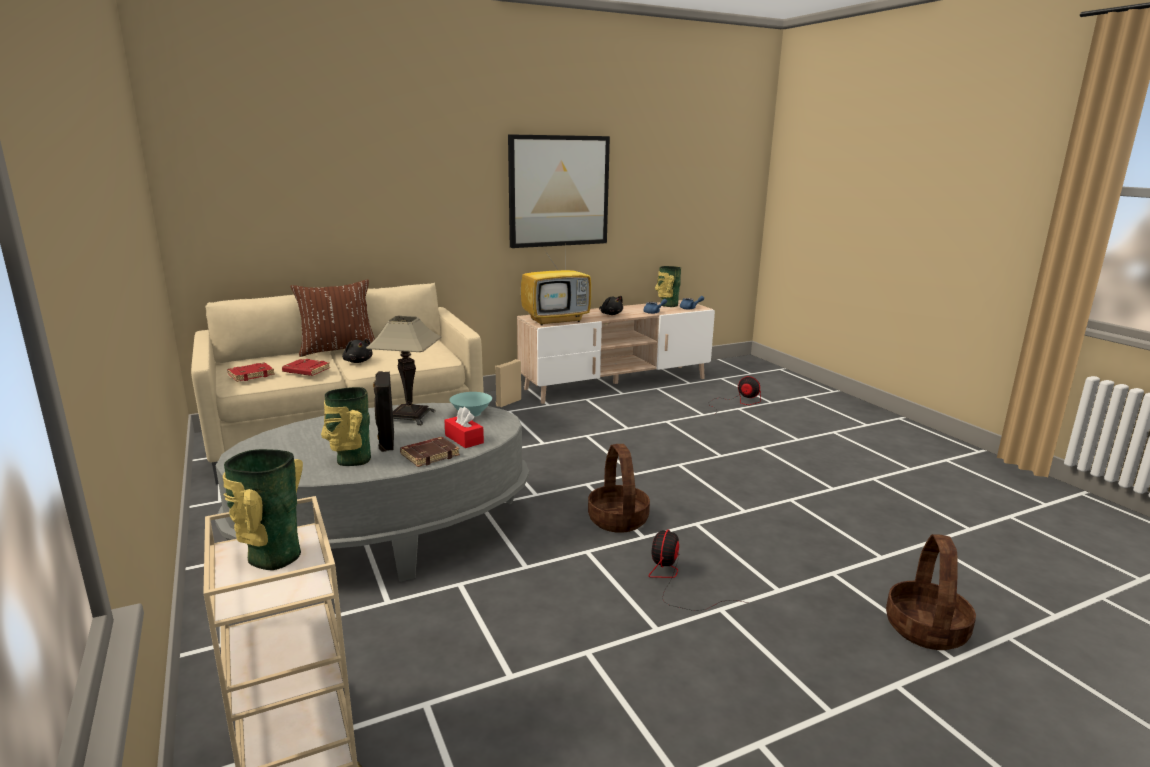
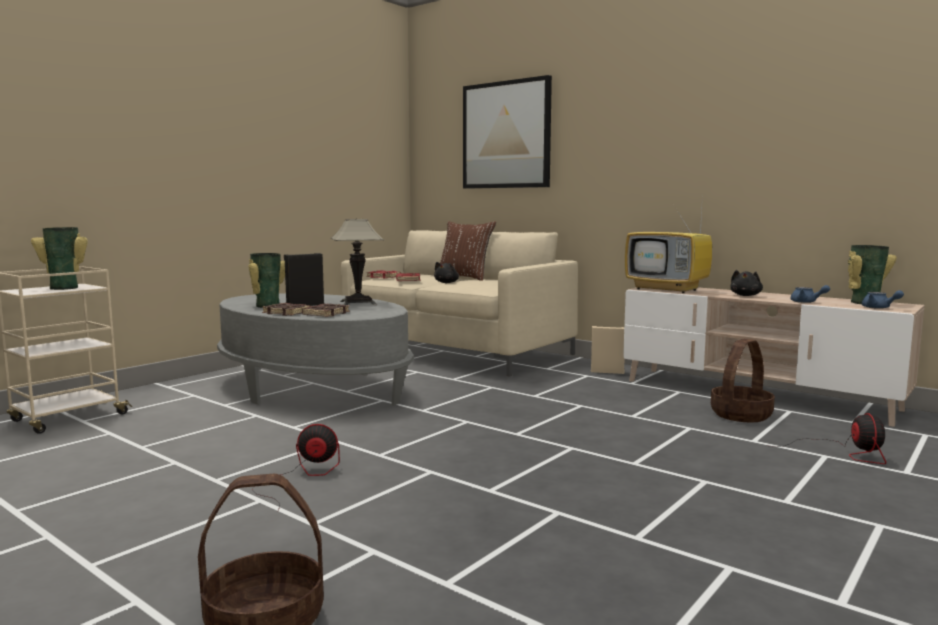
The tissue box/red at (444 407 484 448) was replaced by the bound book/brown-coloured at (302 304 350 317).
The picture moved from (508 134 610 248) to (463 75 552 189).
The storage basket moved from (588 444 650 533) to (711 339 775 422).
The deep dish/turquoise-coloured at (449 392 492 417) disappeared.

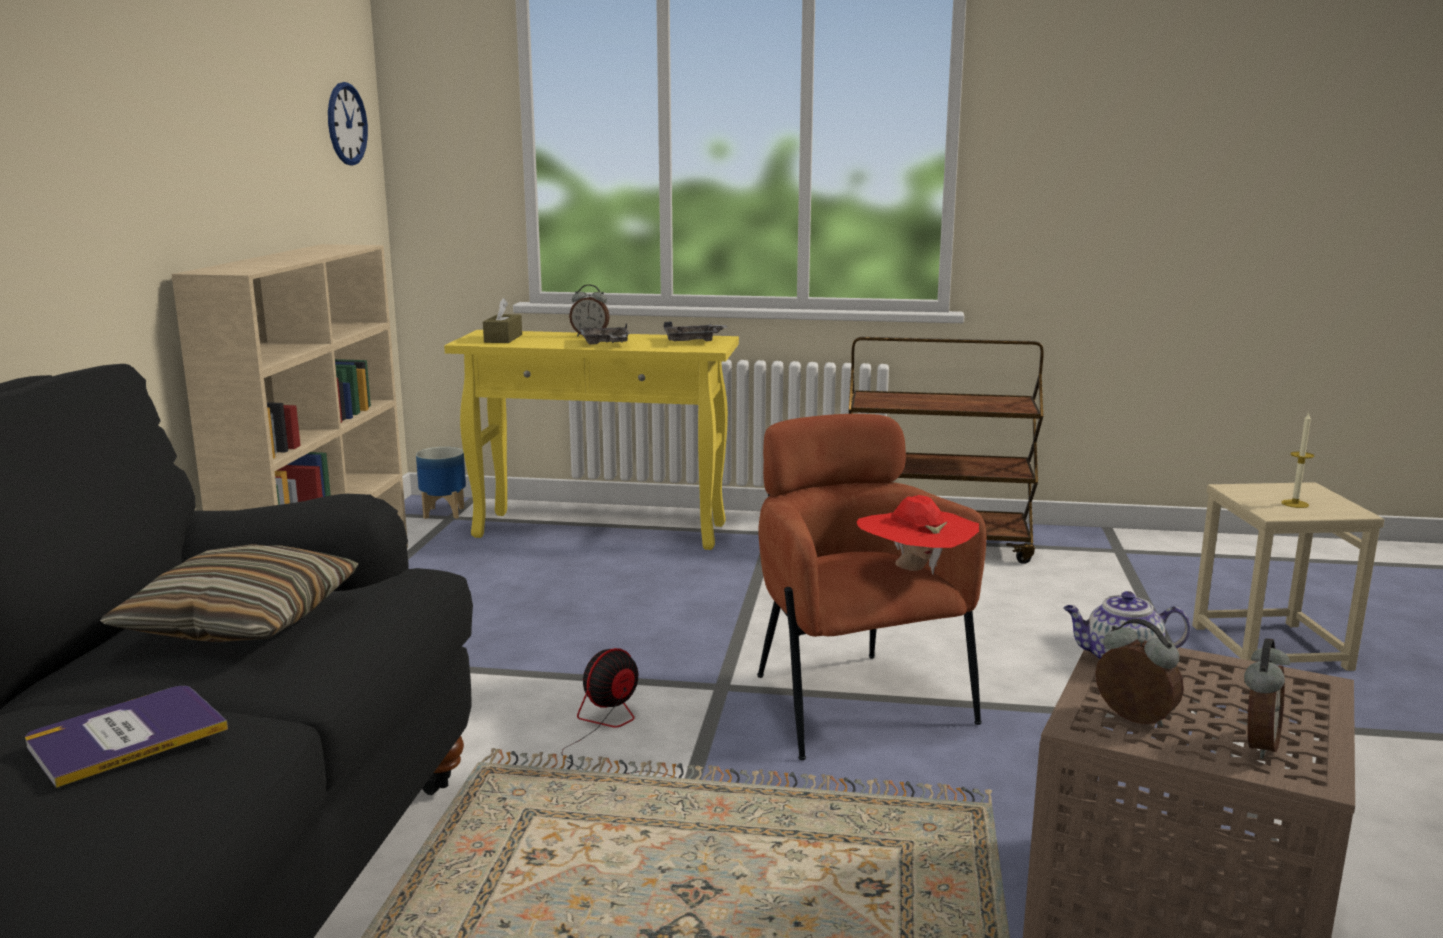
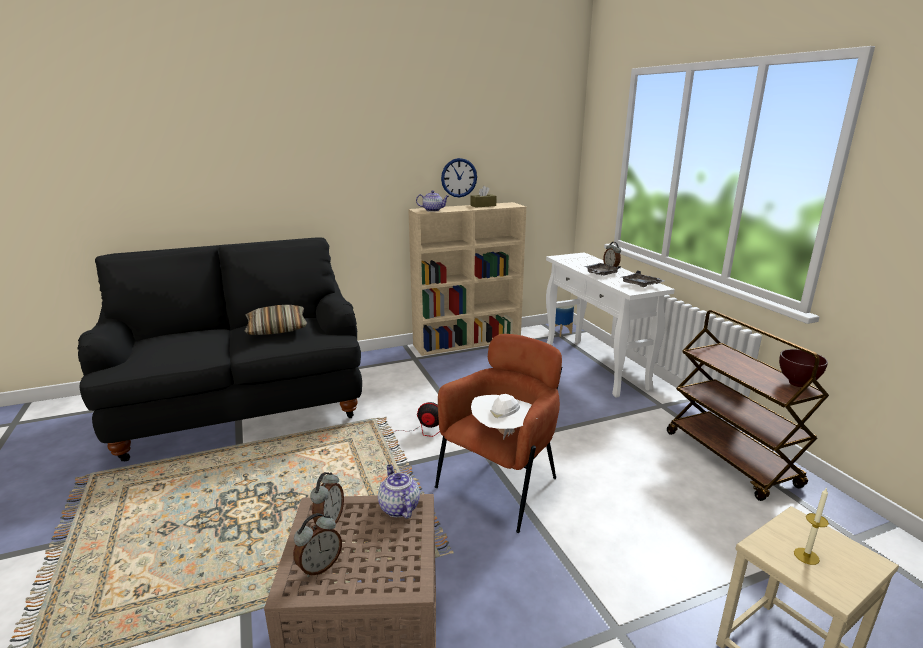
The table clock at (1244 638 1290 759) turned 45 degrees counterclockwise.
The teapot at (416 190 449 212) appeared.
The clock on the wall moved from (328 82 368 166) to (441 158 477 197).
The tissue box/brown-coloured moved from (483 298 522 343) to (470 186 497 208).
The clothing hat/red at (857 495 979 575) became the clothing hat/whitish at (471 394 532 440).
The console table/yellow at (444 330 739 550) became the console table/whitish at (546 253 675 398).
The deep dish/brown-coloured at (779 349 828 387) appeared.
The bound book at (25 686 228 788) disappeared.

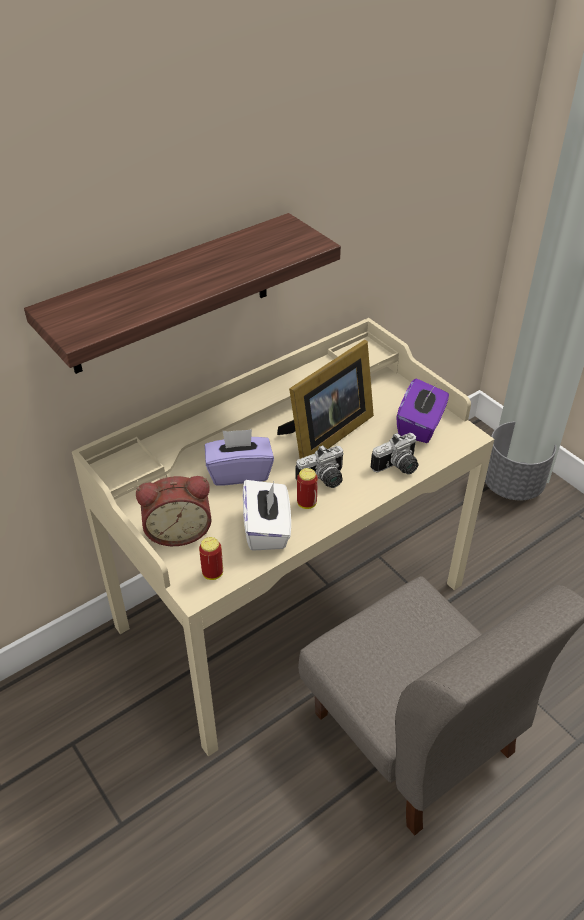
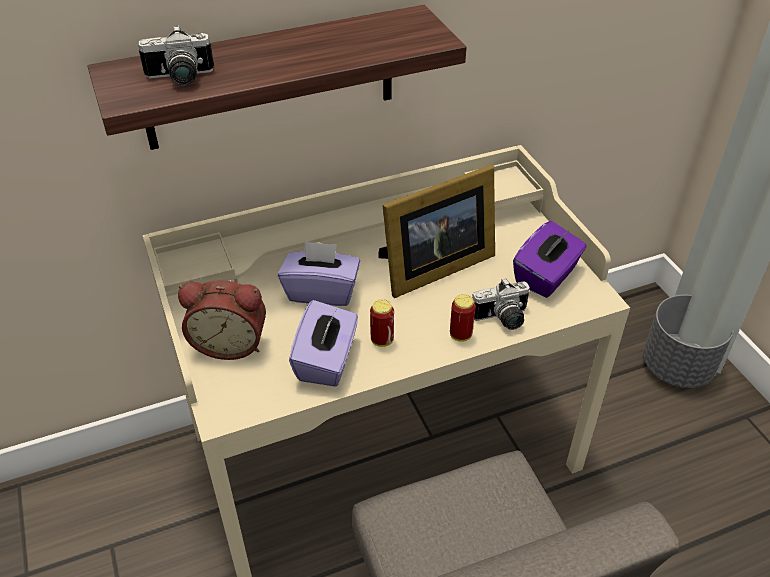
The photo camera moved from (295 445 344 488) to (138 25 214 85).
The tissue box/whitish at (243 480 291 551) became the tissue box/purple-coloured at (289 300 358 387).
The sealed can moved from (199 537 223 580) to (450 294 476 342).

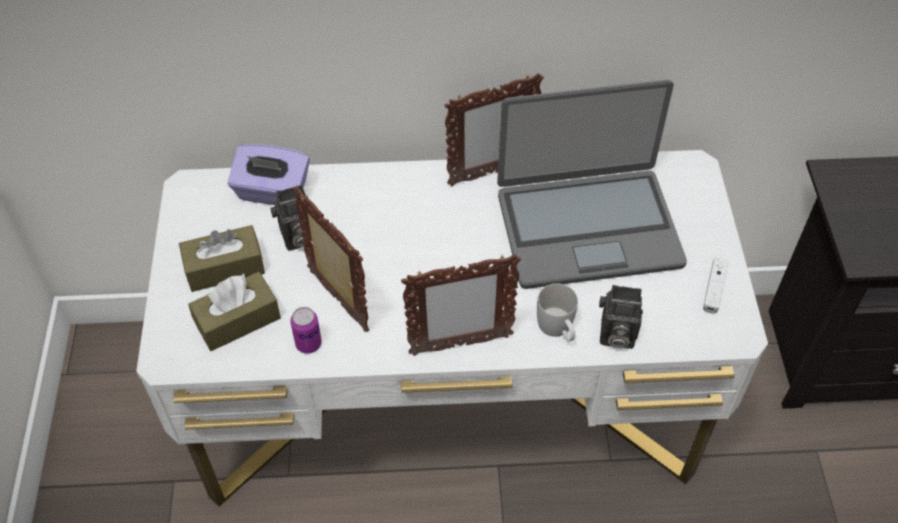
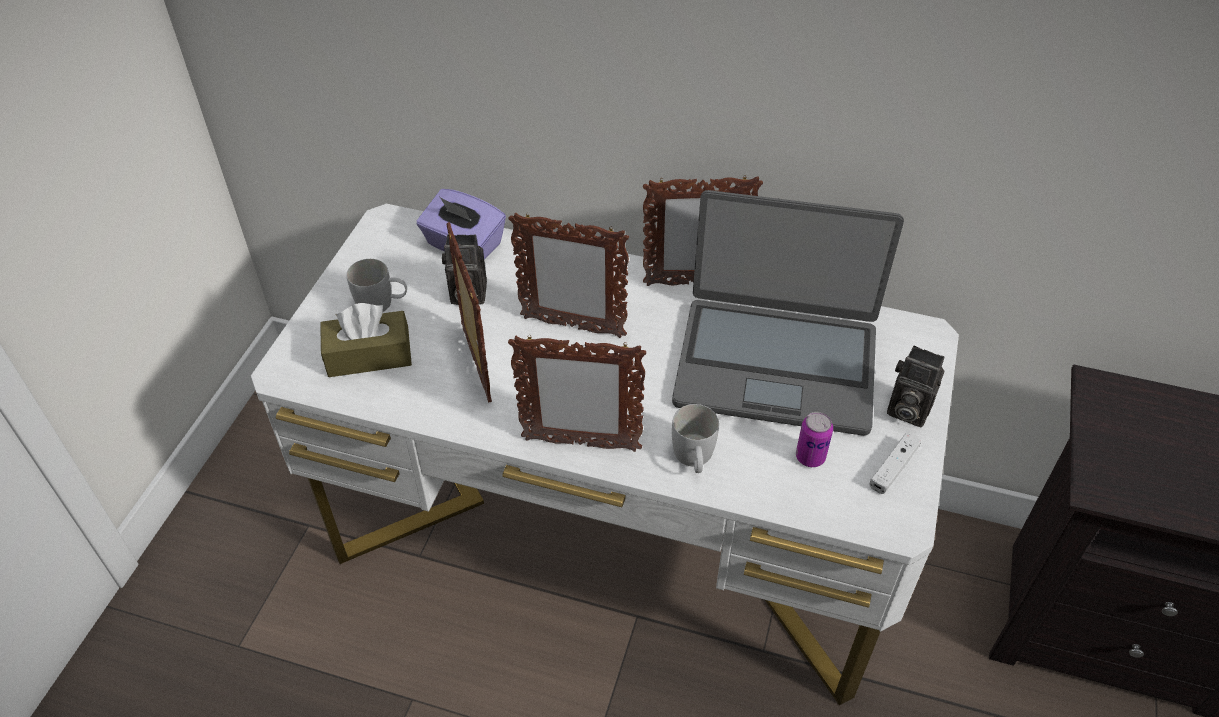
The tissue box/brown-coloured at (179 225 265 292) was replaced by the tea mug/whitish at (346 259 407 312).
The standing frame at (508 212 629 338) appeared.
The sealed can moved from (290 307 322 354) to (796 412 833 467).
The photo camera moved from (599 285 643 349) to (887 345 944 427).

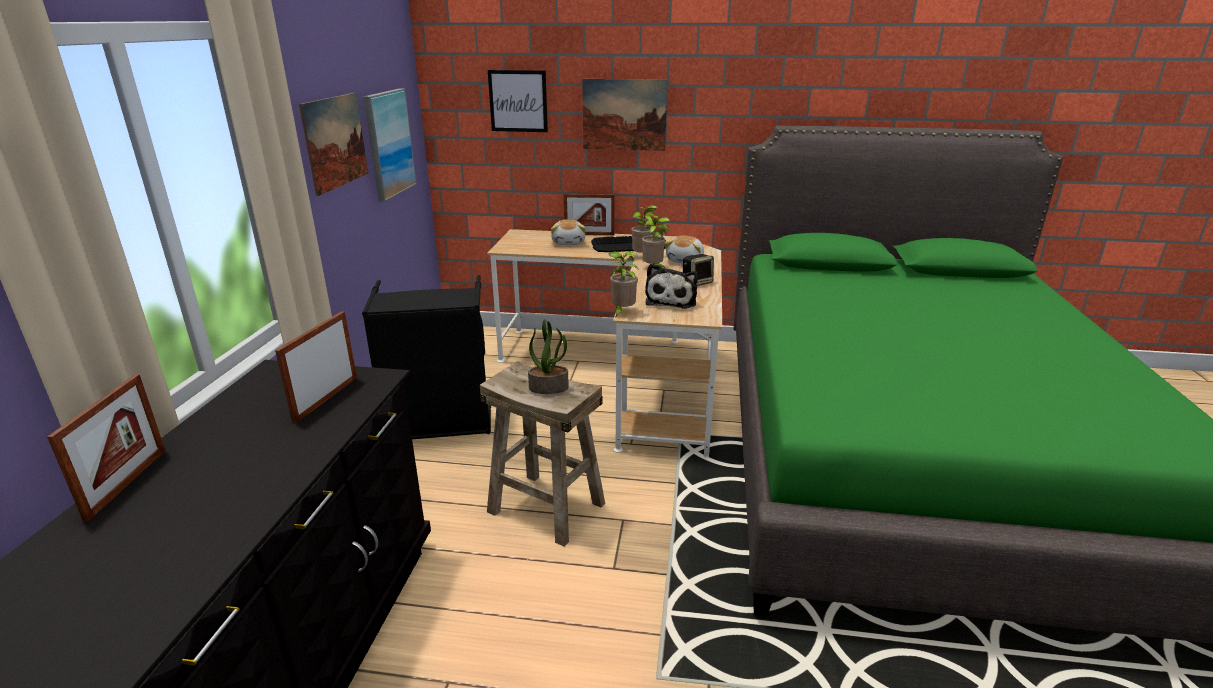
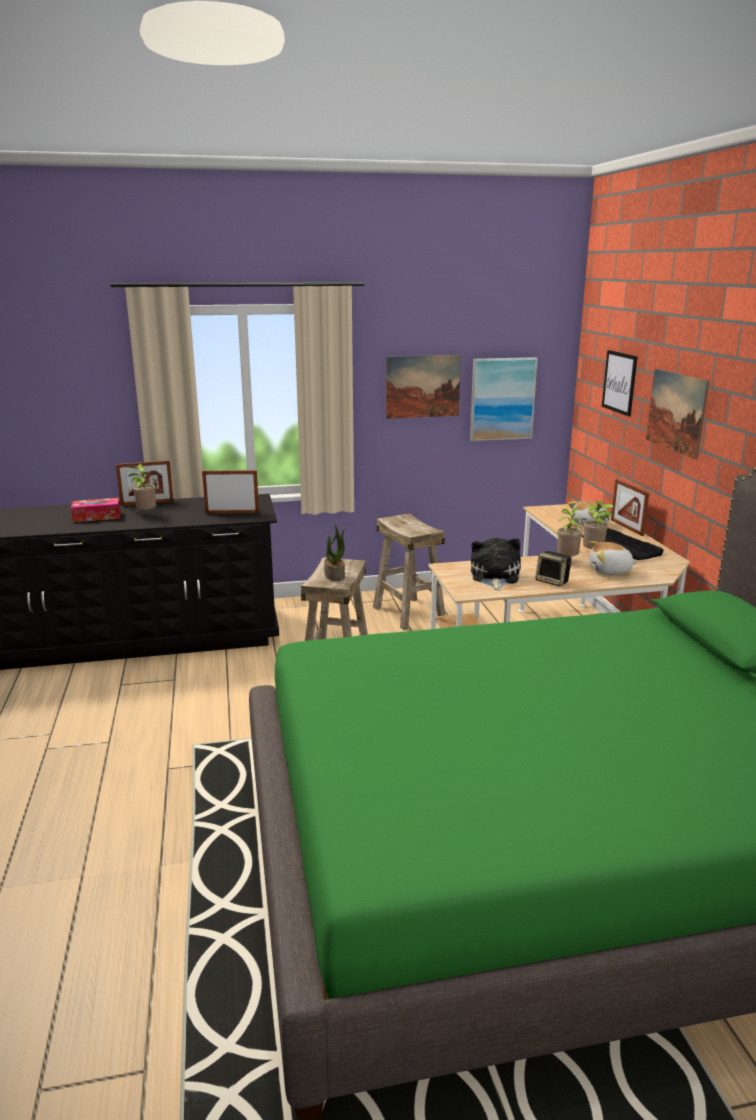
The tissue box at (71 498 120 522) appeared.
The houseplant moved from (609 251 639 318) to (128 464 156 511).
The laundry basket/blackish at (362 275 491 439) was replaced by the stool/beige at (373 513 446 630).
The soft toy at (645 263 698 309) turned 105 degrees clockwise.

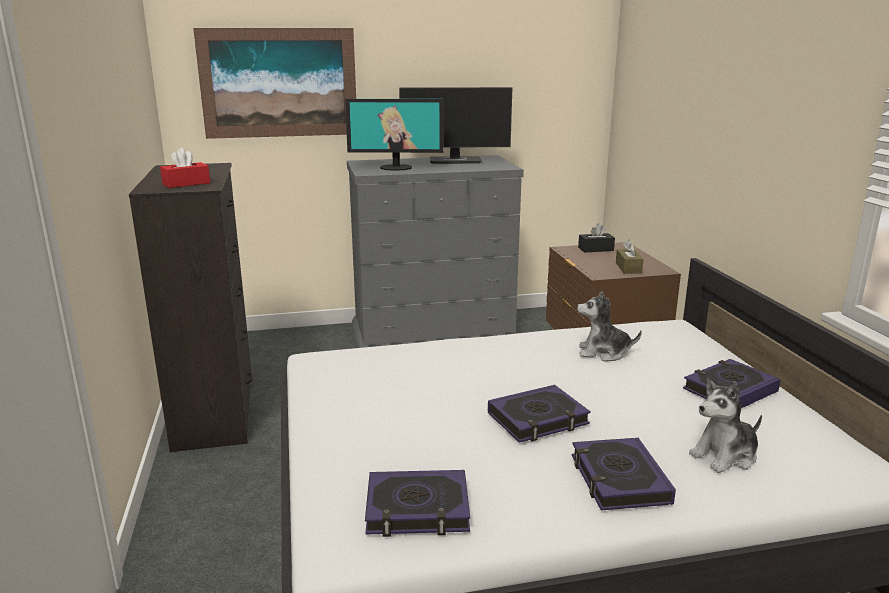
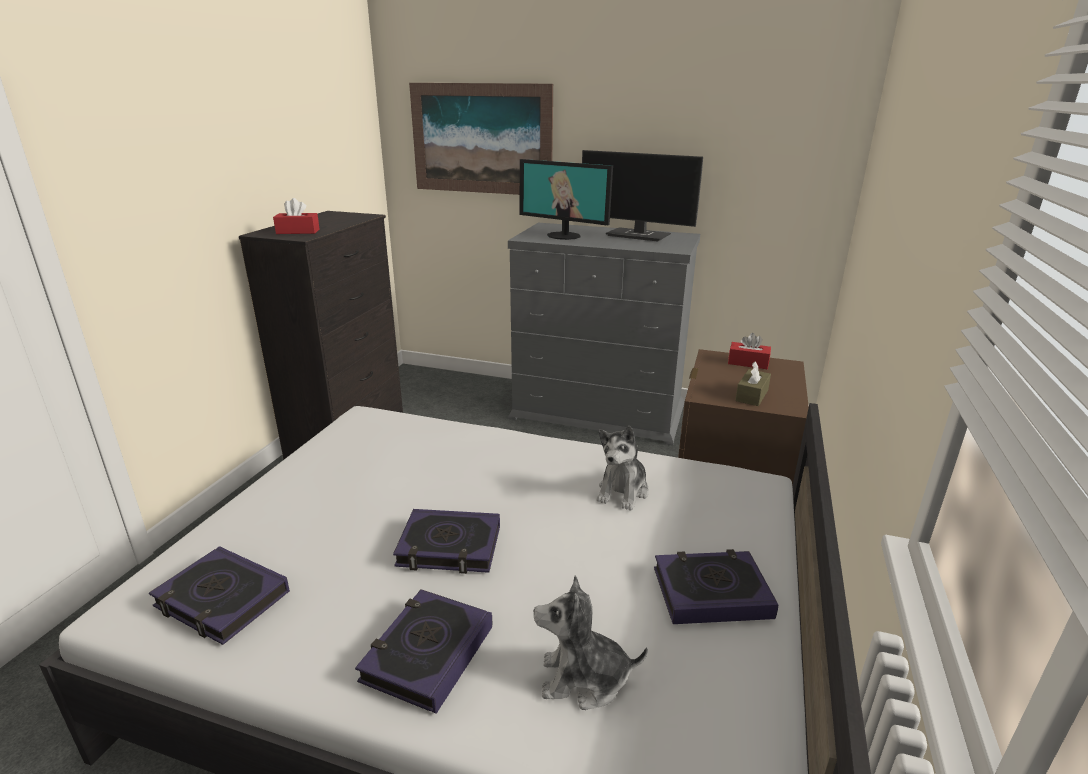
The soft toy at (577 291 642 361) turned 105 degrees counterclockwise.
The tissue box/blackish at (578 223 615 253) became the tissue box/red at (728 333 771 369).

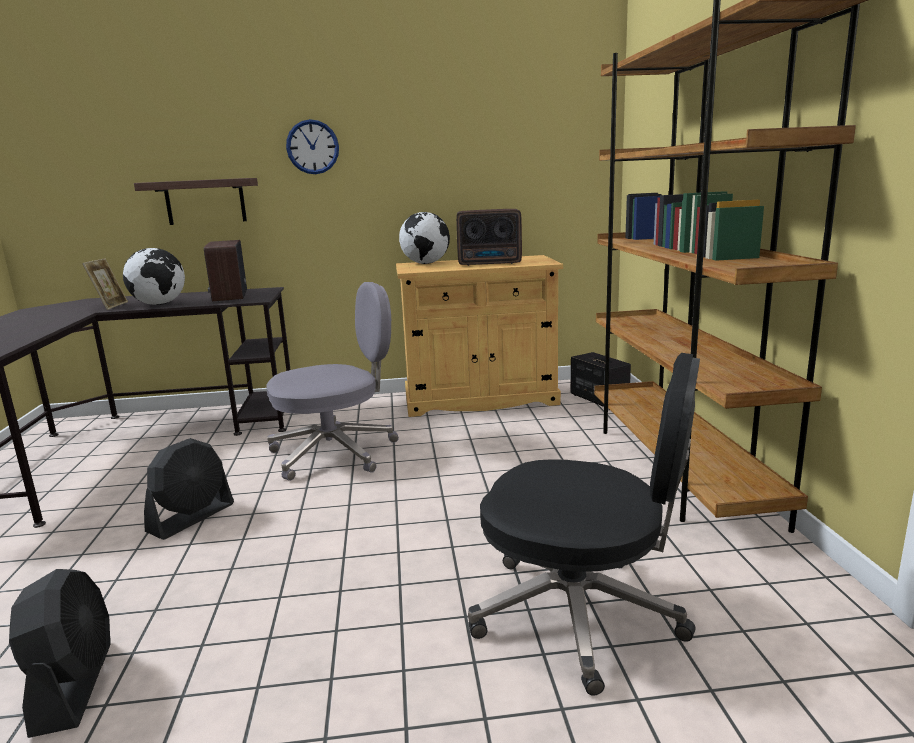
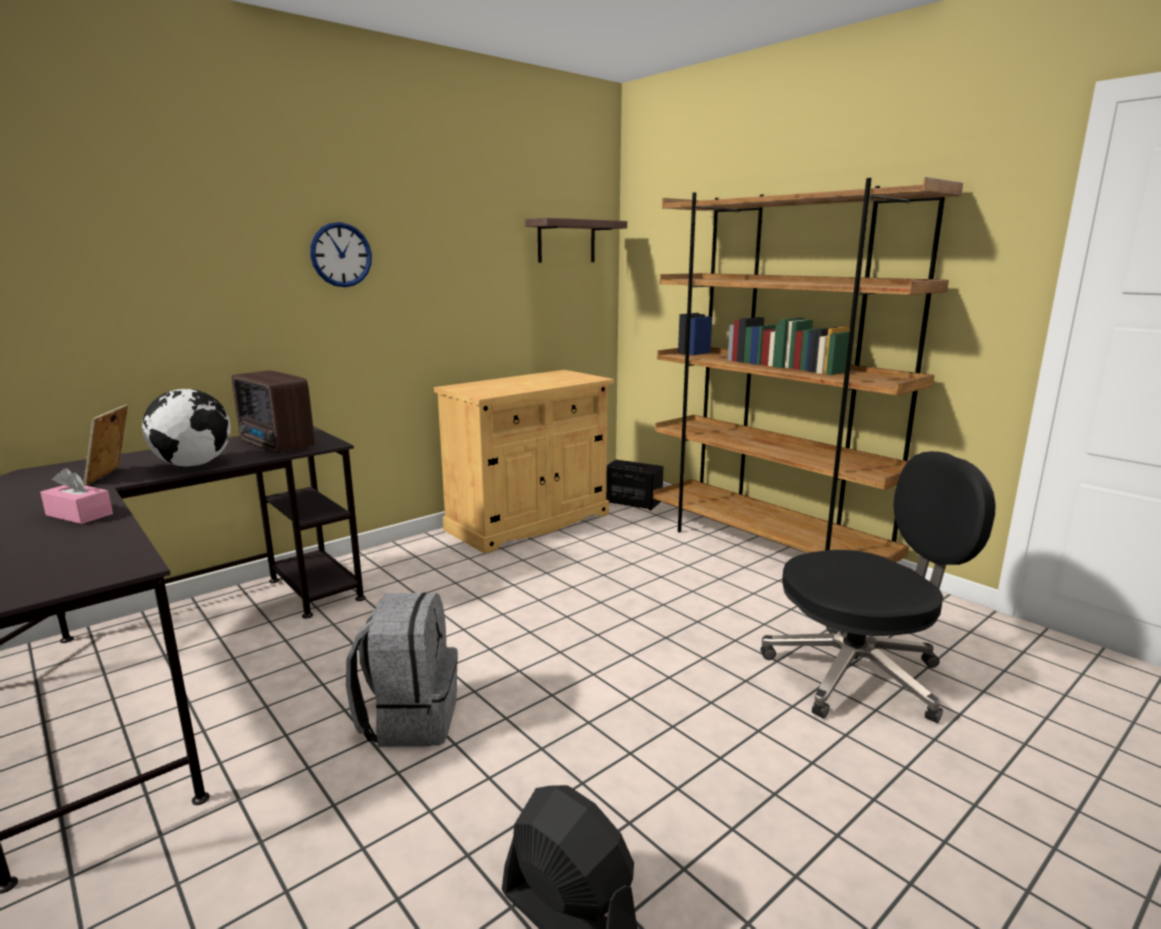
The tissue box/pinkish at (40 468 113 524) appeared.
The standing frame at (82 258 128 310) turned 150 degrees counterclockwise.
The cooling fan/blackish at (144 438 234 540) was replaced by the knapsack/greyish at (346 592 458 747).
The bracket shelf moved from (134 178 258 225) to (525 218 627 263).
The office chair/greyish at (266 282 399 481) disappeared.
The globe at (399 212 450 264) disappeared.
The radio receiver at (456 209 522 266) disappeared.

